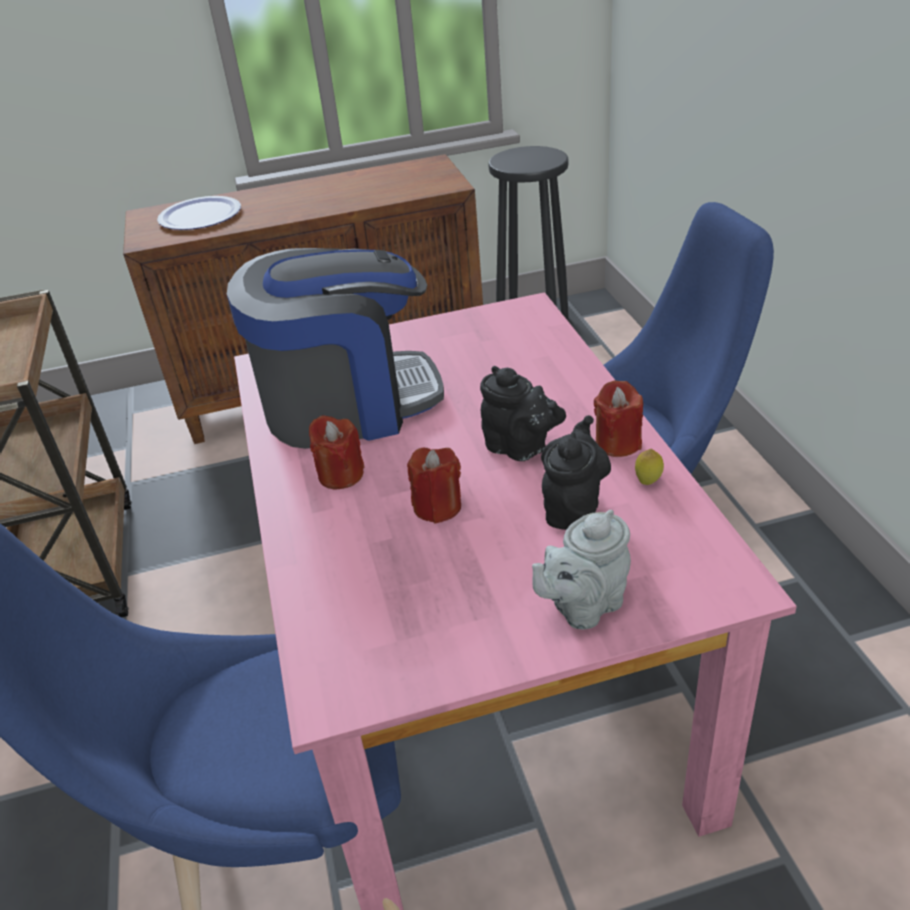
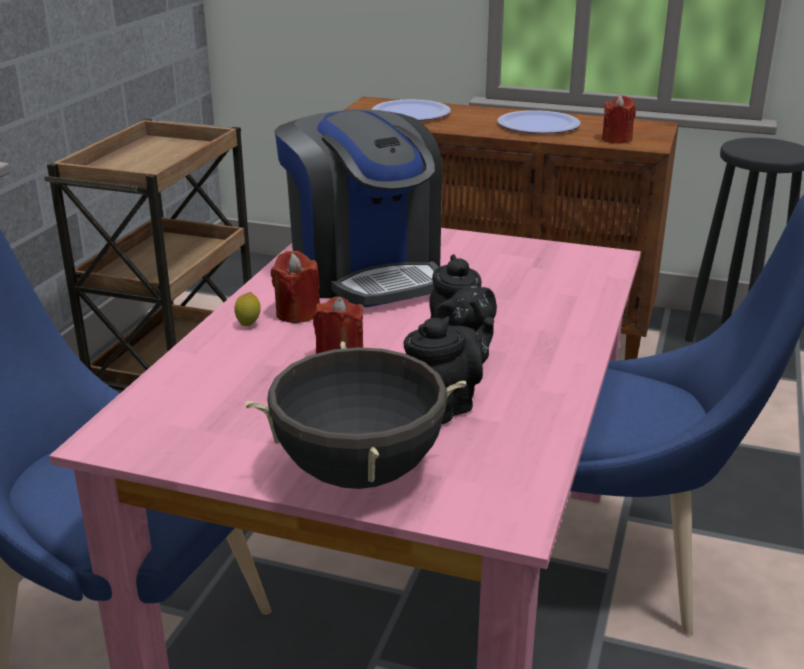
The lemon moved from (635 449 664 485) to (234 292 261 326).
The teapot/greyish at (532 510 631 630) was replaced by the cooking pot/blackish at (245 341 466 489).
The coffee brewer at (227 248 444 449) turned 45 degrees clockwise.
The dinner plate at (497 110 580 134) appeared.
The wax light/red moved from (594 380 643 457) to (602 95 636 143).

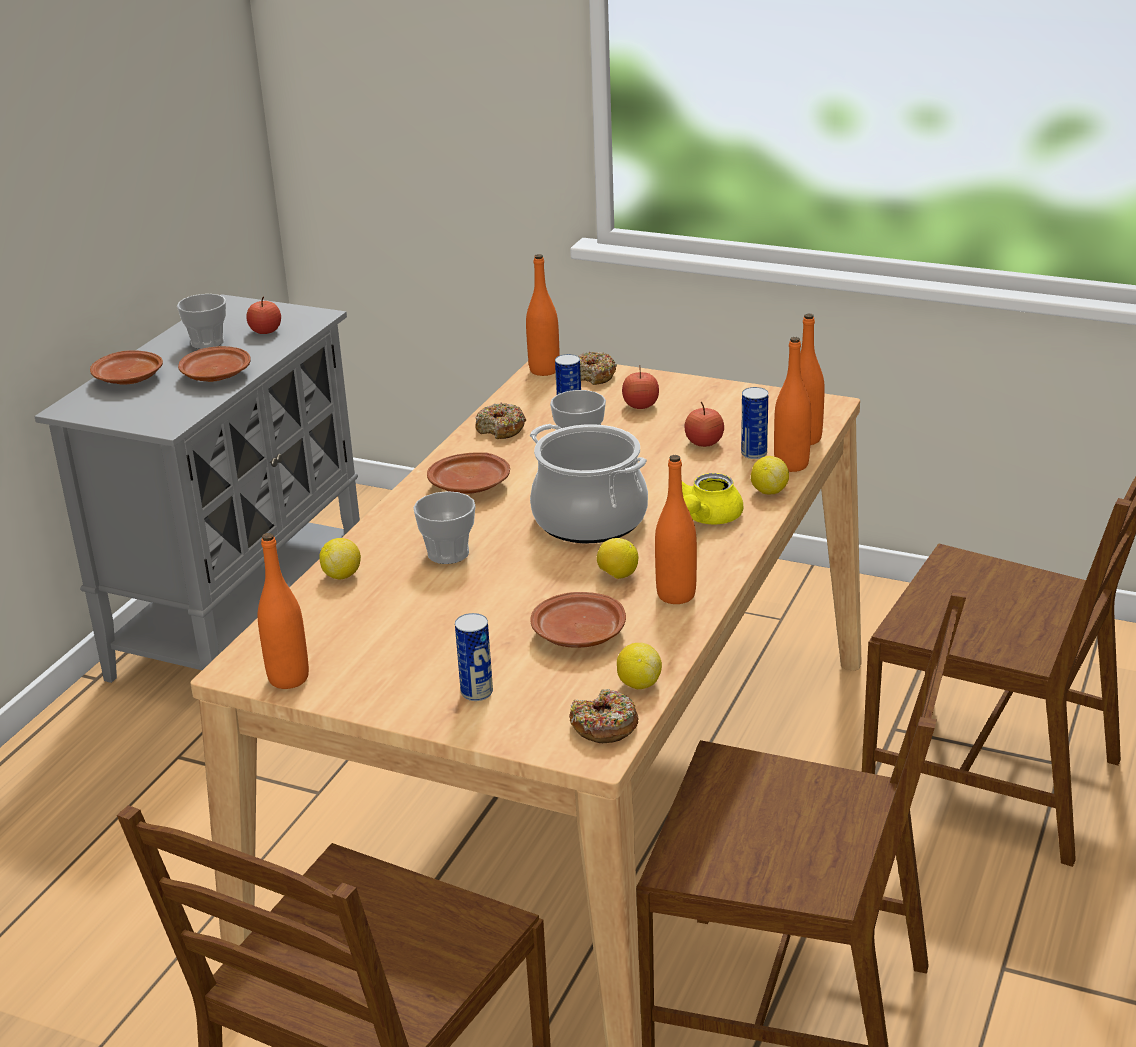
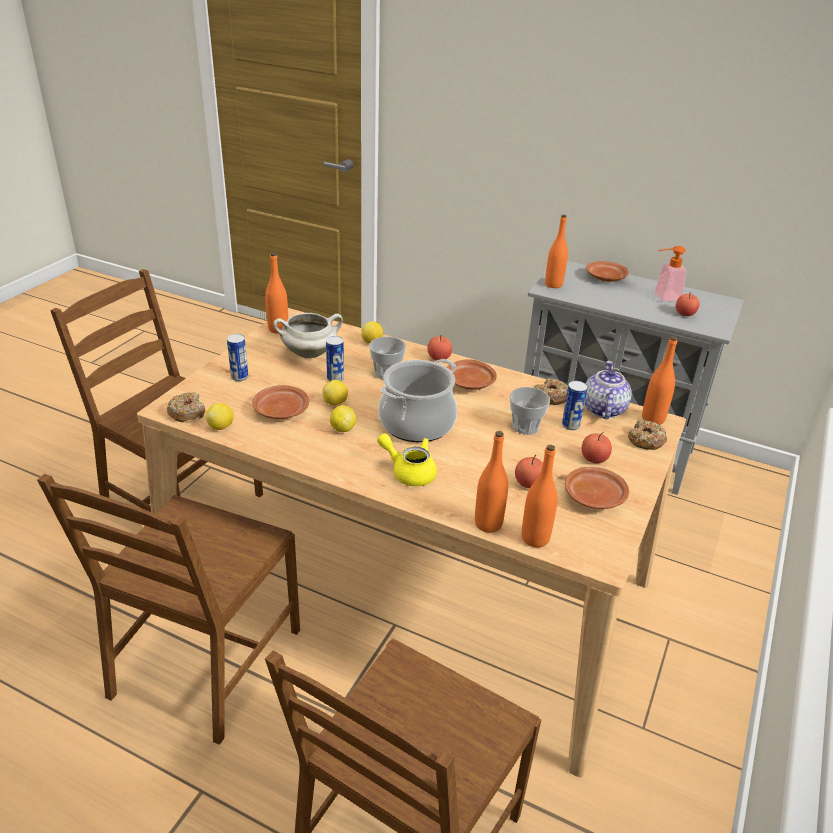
The cooking pot/whitish at (273 313 343 359) appeared.
The lemon moved from (751 456 789 495) to (322 380 348 405).
The sealed can moved from (741 387 768 459) to (326 336 344 382).
The apple fruit at (428 336 452 361) appeared.
The bottle/orange-coloured moved from (655 455 697 604) to (545 215 568 288).
The dinner plate/brown-coloured moved from (178 346 251 382) to (565 467 629 509).
The teapot at (584 361 632 419) appeared.
The small cup at (177 294 226 349) was replaced by the soap bottle at (654 246 687 301).

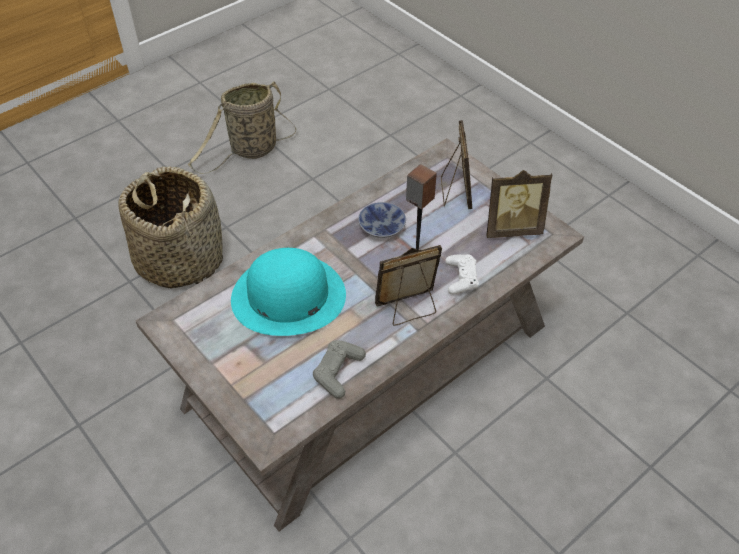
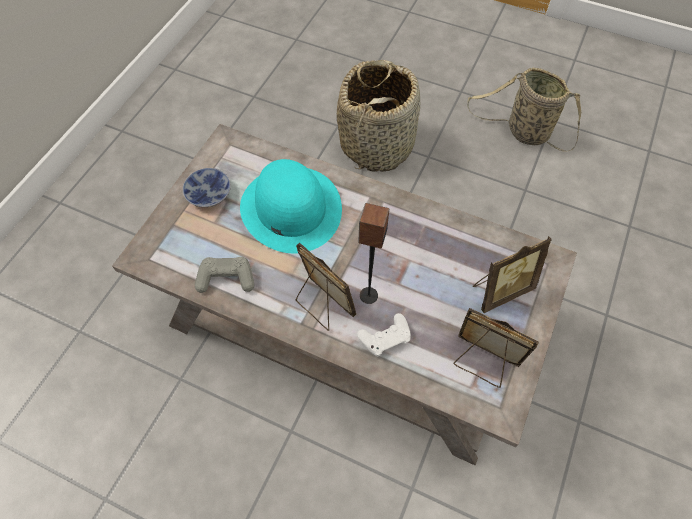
The deep dish moved from (358 202 406 238) to (183 168 231 207).
The standing frame at (486 170 553 238) turned 150 degrees clockwise.

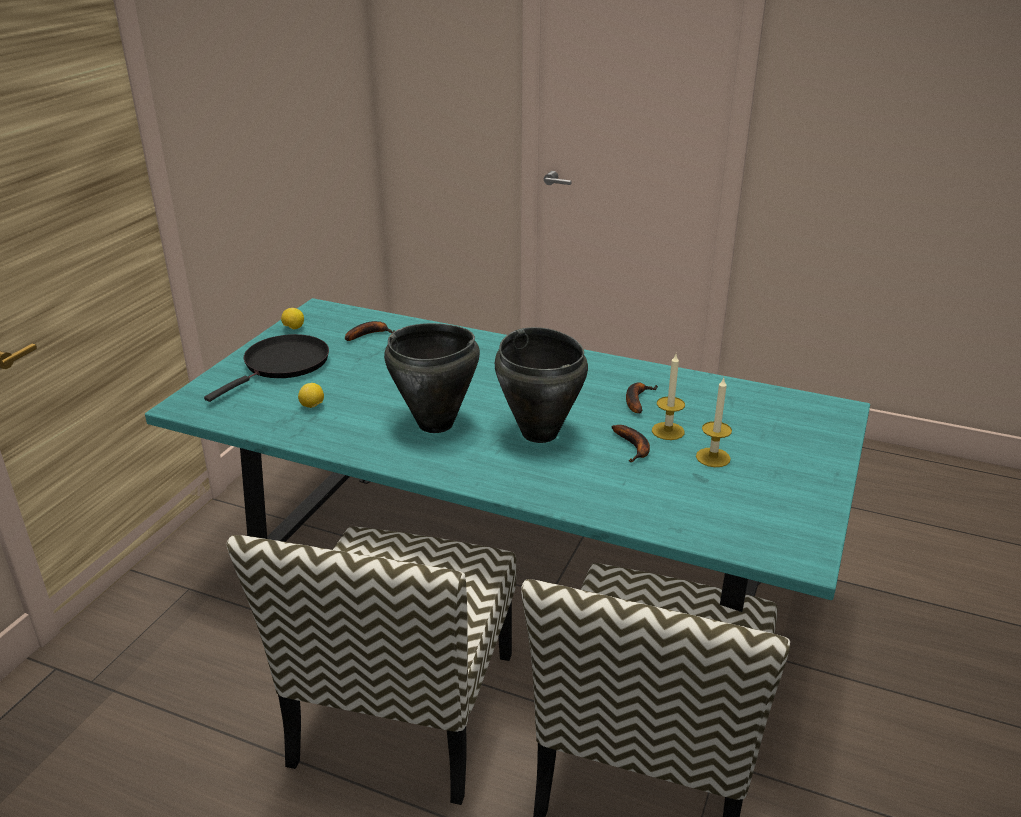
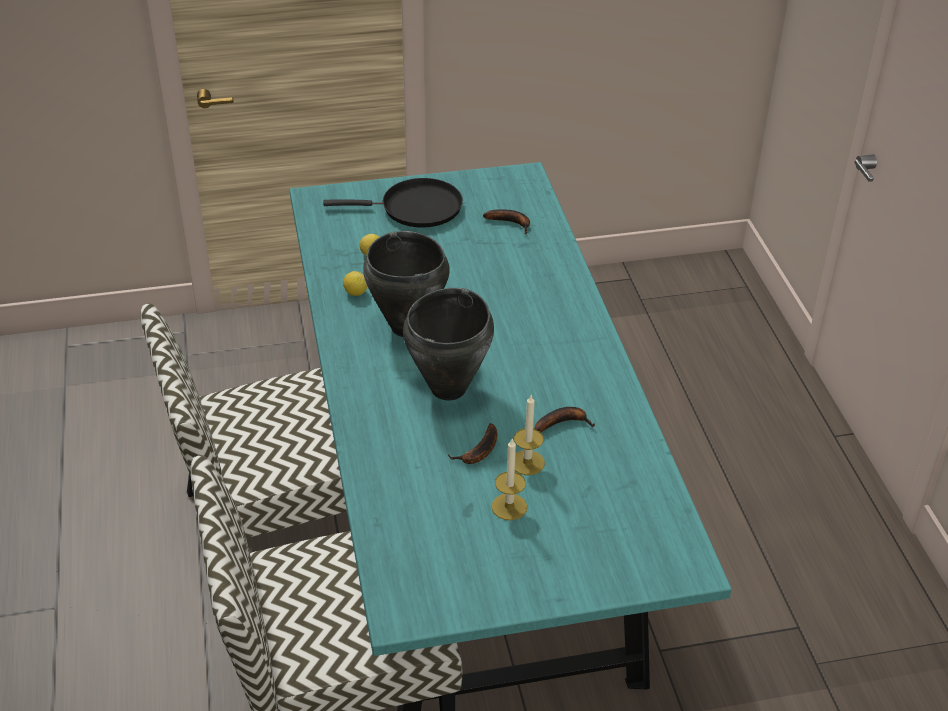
The lemon moved from (281 308 304 329) to (343 271 367 296).

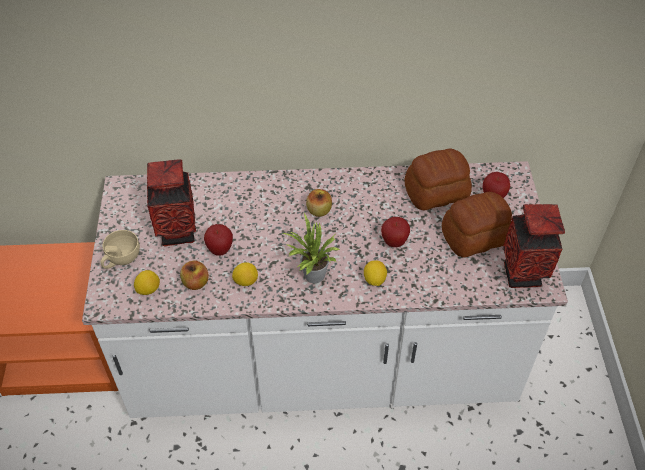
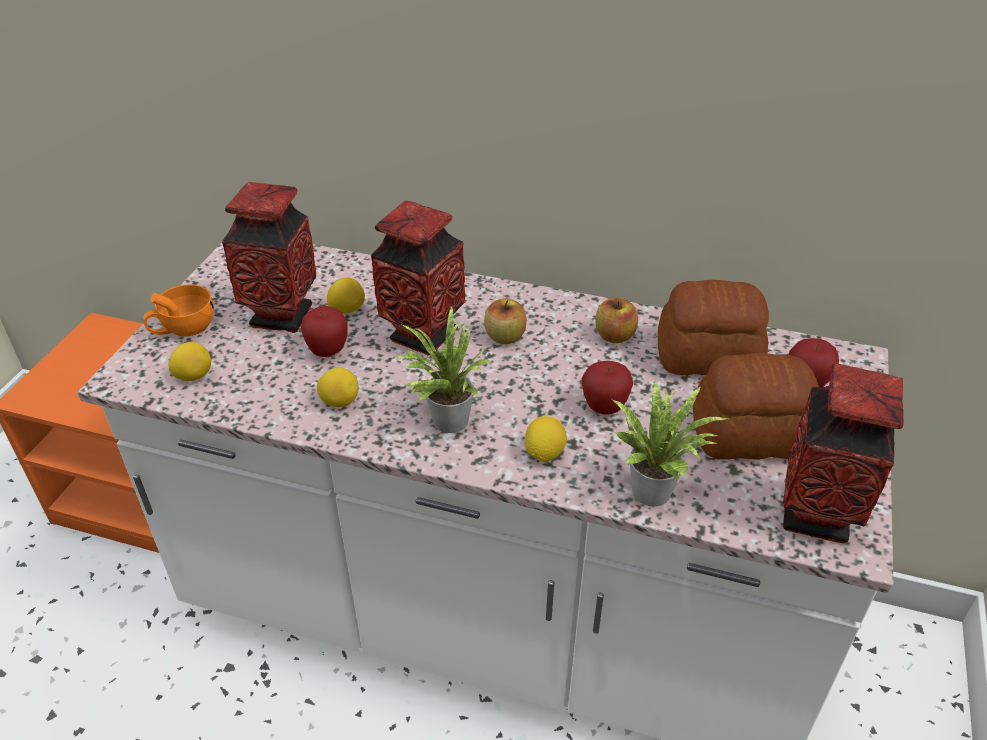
The small cup/beige at (100 230 140 269) became the small cup/orange-coloured at (143 285 214 336).
The lemon at (327 278 365 314) appeared.
The vase at (371 201 466 355) appeared.
The apple fruit moved from (180 261 209 290) to (595 298 638 343).
The houseplant at (613 381 728 507) appeared.

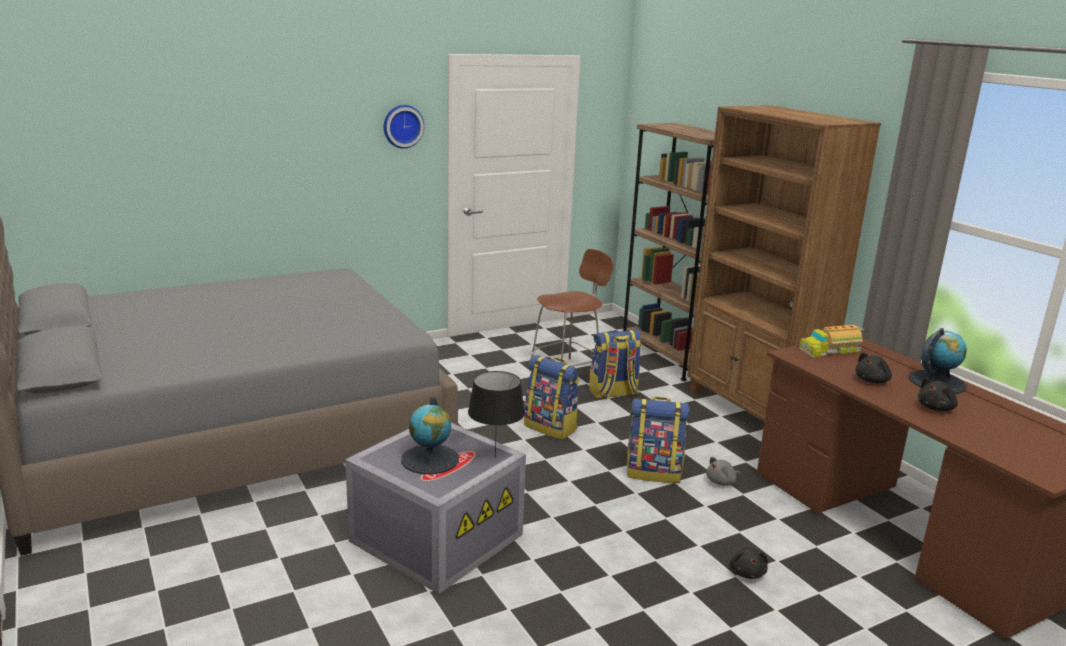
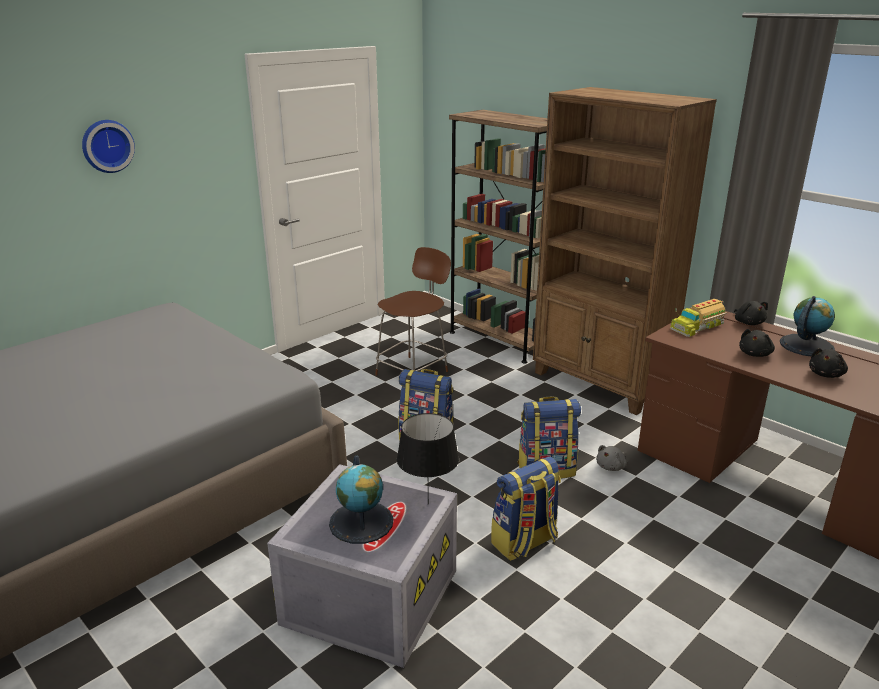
The clock on the wall moved from (384 105 424 149) to (82 120 135 173).
The knapsack moved from (589 330 642 399) to (491 456 561 561).
The soft toy/blackish moved from (730 547 768 579) to (734 301 768 325).

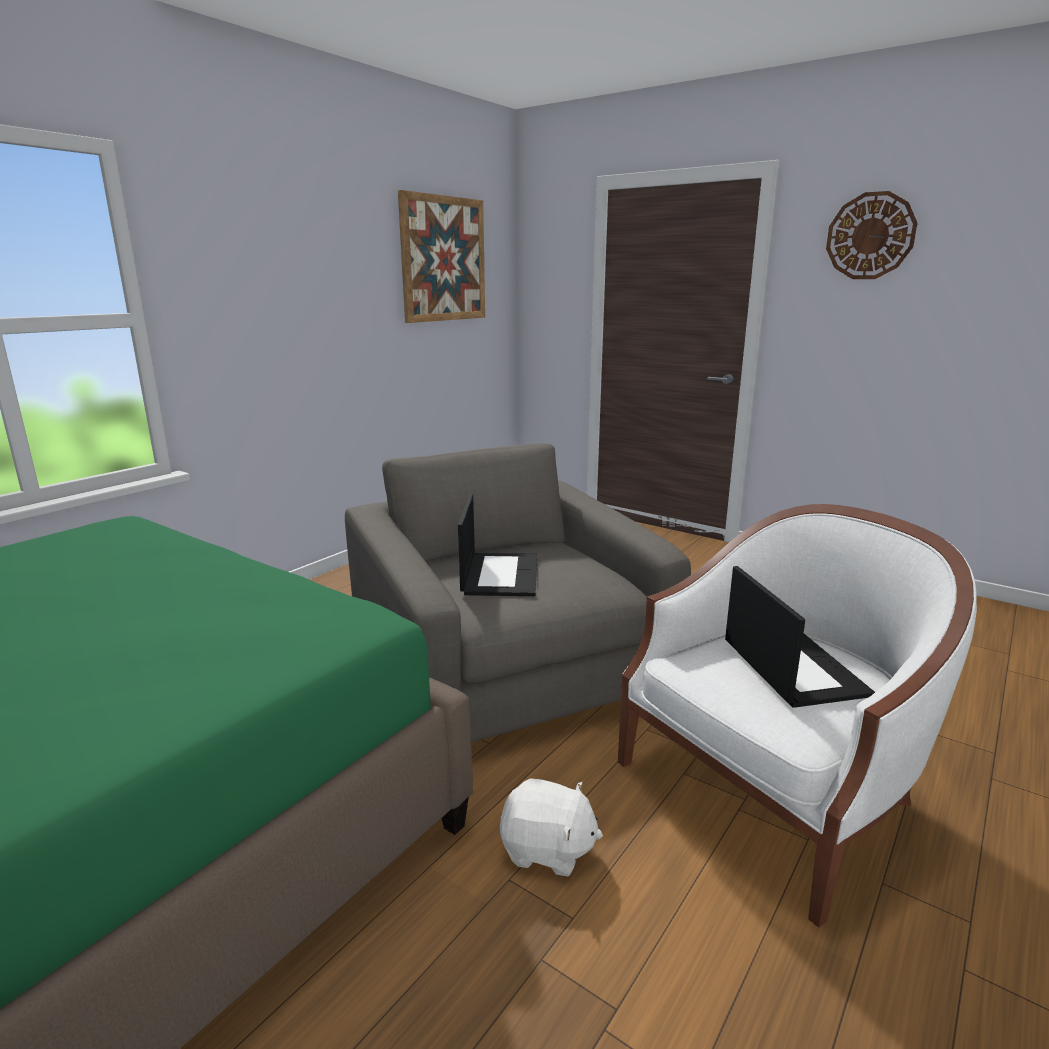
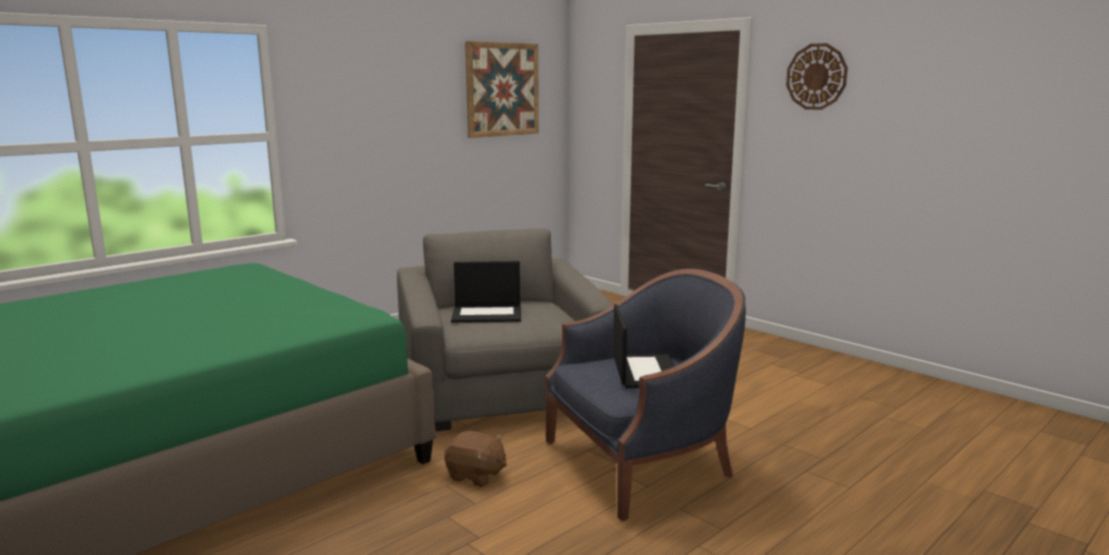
The soft toy/whitish at (500 778 603 876) became the soft toy/brown-coloured at (444 431 507 487).
The portable computer at (458 494 537 596) turned 75 degrees clockwise.
The easy chair/whitish at (618 504 977 928) became the easy chair/blue-coloured at (546 269 746 521).

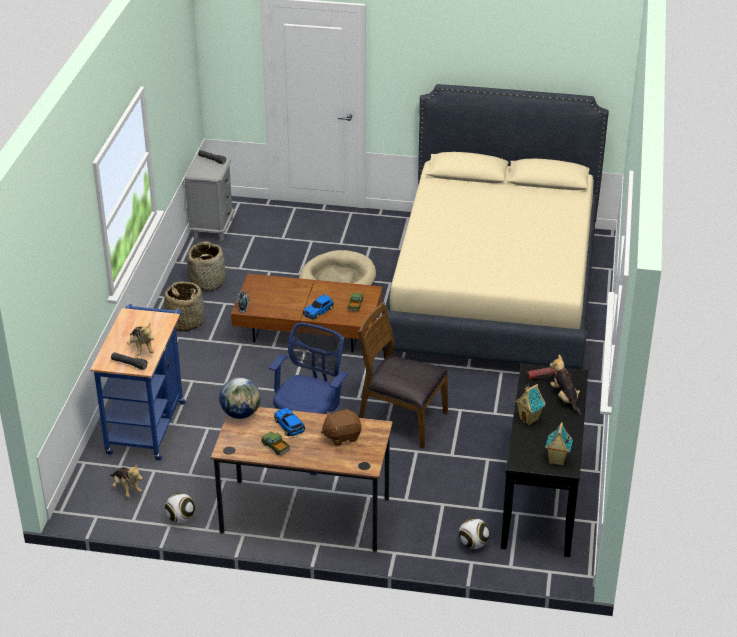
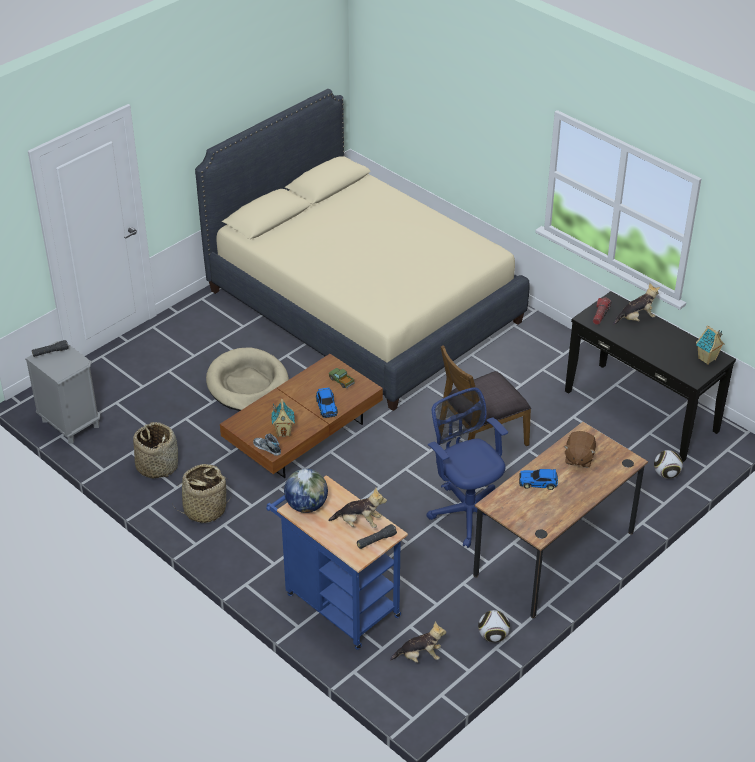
The model house moved from (515 384 546 425) to (271 399 295 437).
The globe moved from (219 377 261 419) to (284 469 328 513).
The soft toy at (550 355 581 415) turned 150 degrees clockwise.
The toy lorry at (261 432 290 455) disappeared.

